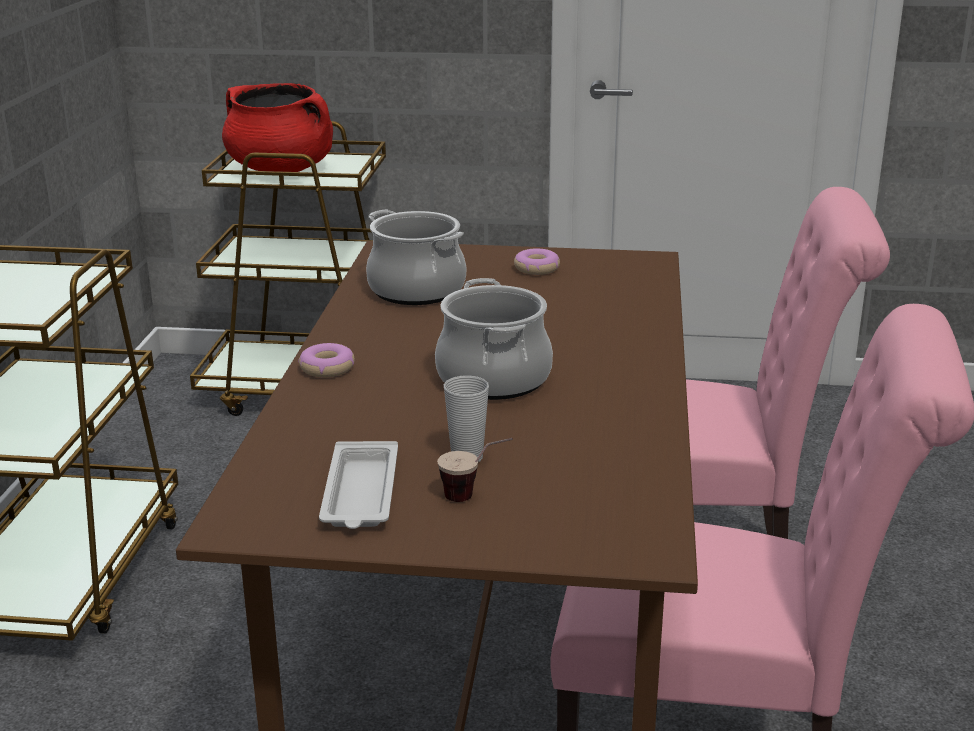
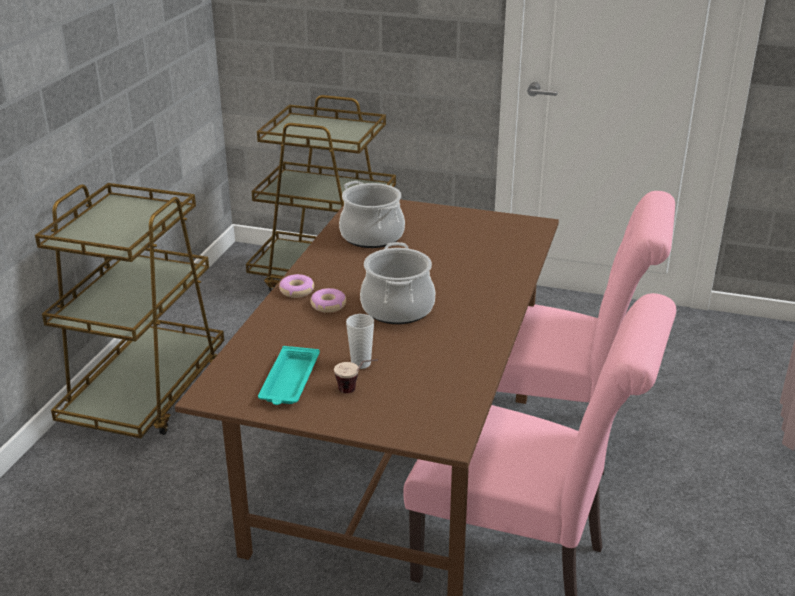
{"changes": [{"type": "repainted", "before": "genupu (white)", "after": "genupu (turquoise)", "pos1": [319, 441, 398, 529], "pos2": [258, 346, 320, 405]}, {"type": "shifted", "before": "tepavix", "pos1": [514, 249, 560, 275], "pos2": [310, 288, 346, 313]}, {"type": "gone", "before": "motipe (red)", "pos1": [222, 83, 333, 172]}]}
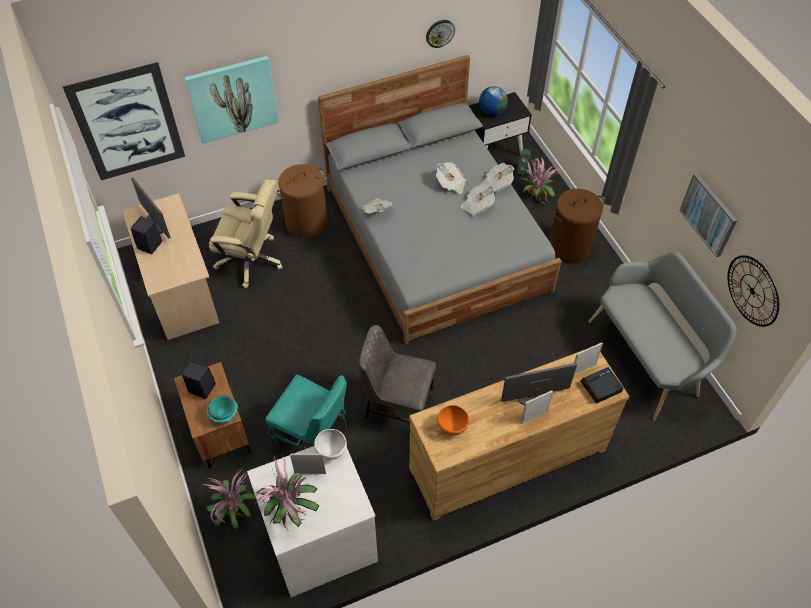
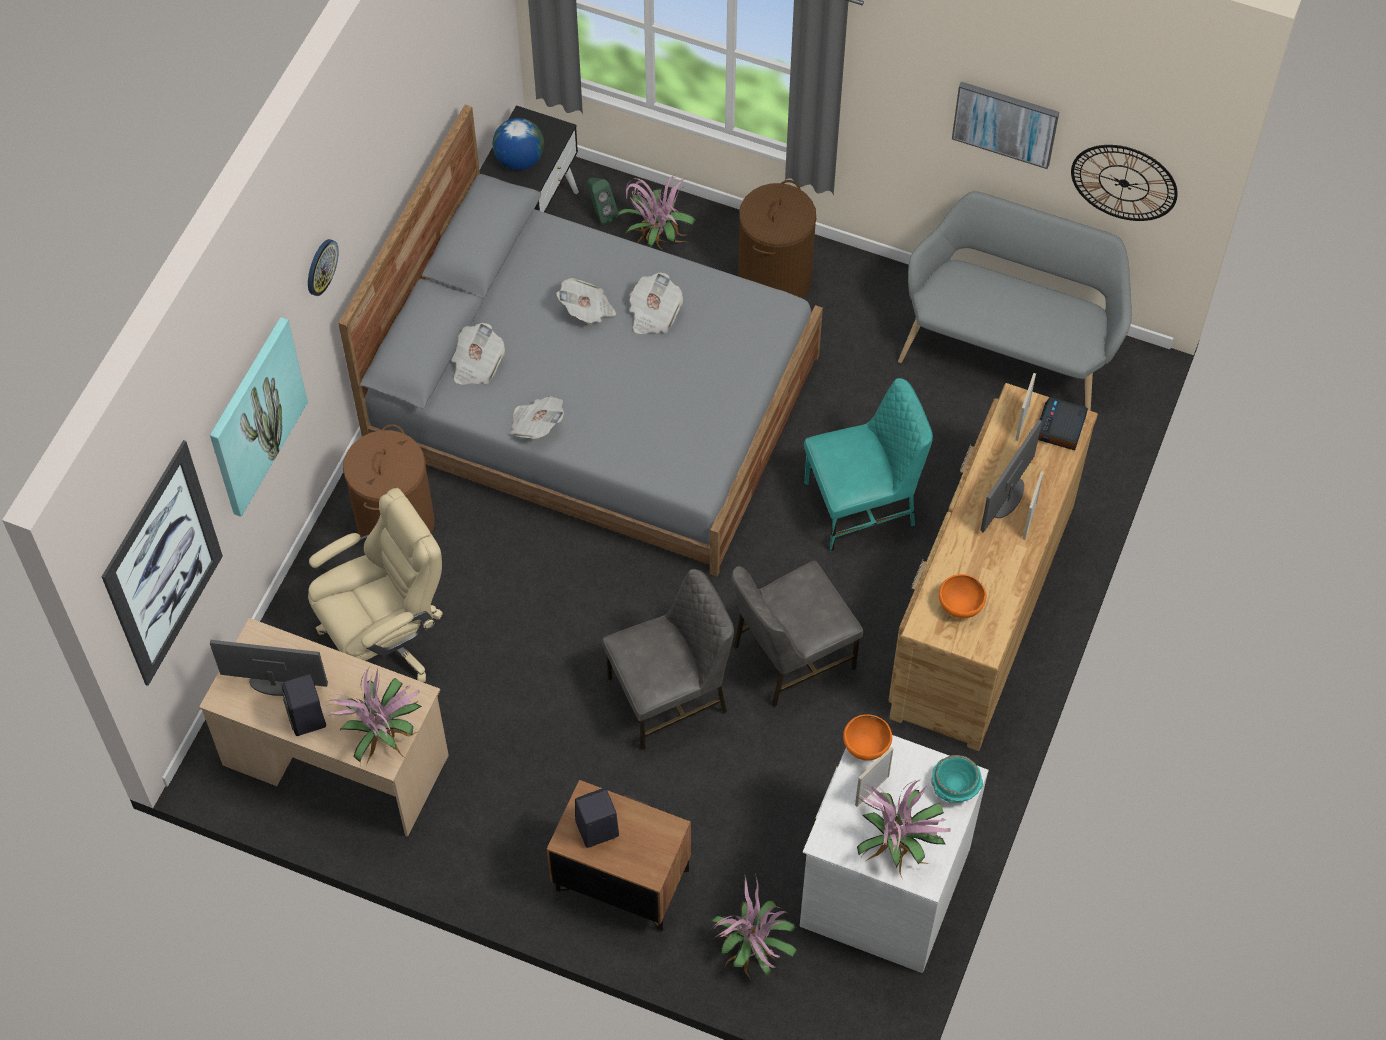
{"changes": [{"type": "shifted", "before": "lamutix", "pos1": [426, 20, 455, 48], "pos2": [308, 239, 339, 296]}, {"type": "new", "after": "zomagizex", "pos2": [326, 668, 422, 766]}, {"type": "shifted", "before": "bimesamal", "pos1": [480, 163, 514, 193], "pos2": [451, 323, 505, 384]}, {"type": "new", "after": "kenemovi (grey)", "pos2": [602, 569, 734, 750]}, {"type": "shifted", "before": "kenemovi (turquoise)", "pos1": [265, 375, 349, 450], "pos2": [804, 378, 933, 552]}, {"type": "repainted", "before": "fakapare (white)", "after": "fakapare (orange)", "pos1": [314, 429, 347, 460], "pos2": [843, 714, 892, 761]}, {"type": "shifted", "before": "fakapare (turquoise)", "pos1": [206, 395, 238, 423], "pos2": [931, 755, 983, 803]}]}
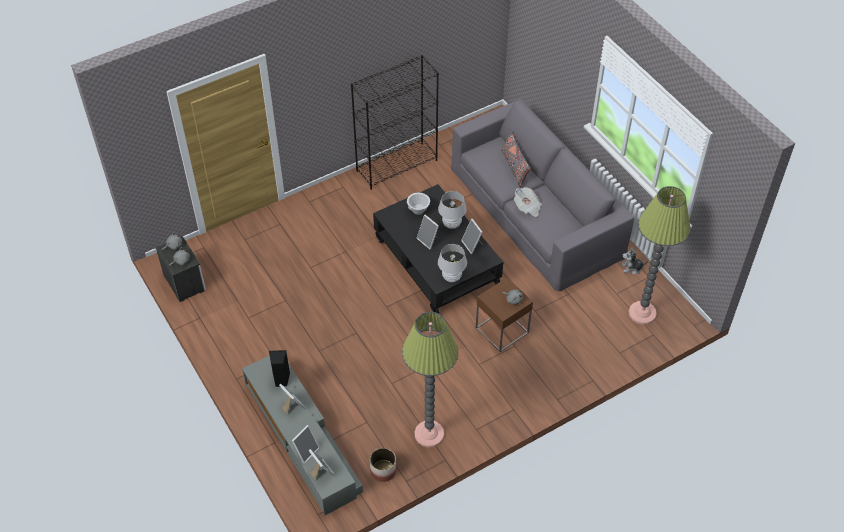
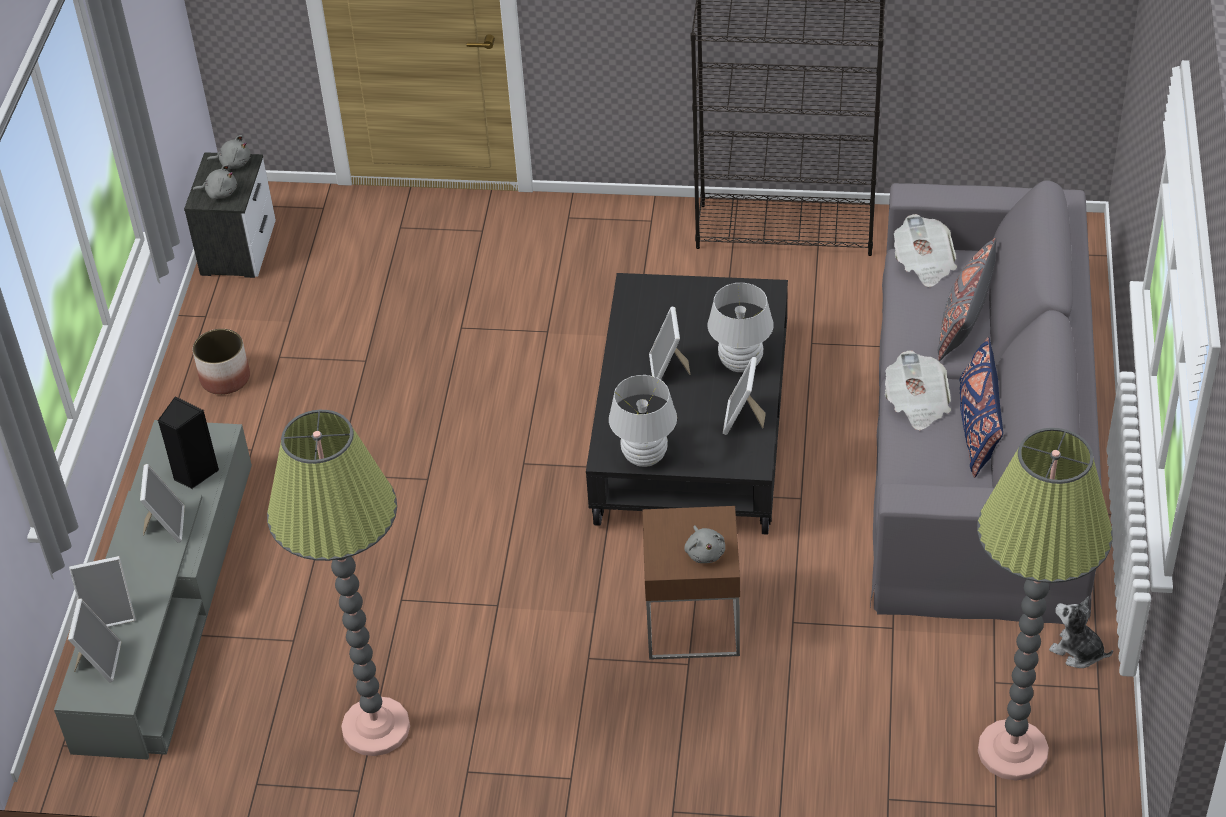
{"changes": [{"type": "shifted", "before": "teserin", "pos1": [370, 448, 397, 482], "pos2": [193, 329, 250, 395]}, {"type": "new", "after": "bimesamal", "pos2": [894, 214, 957, 287]}, {"type": "new", "after": "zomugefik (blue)", "pos2": [959, 337, 1003, 478]}, {"type": "gone", "before": "fakapare (white)", "pos1": [407, 192, 430, 215]}]}
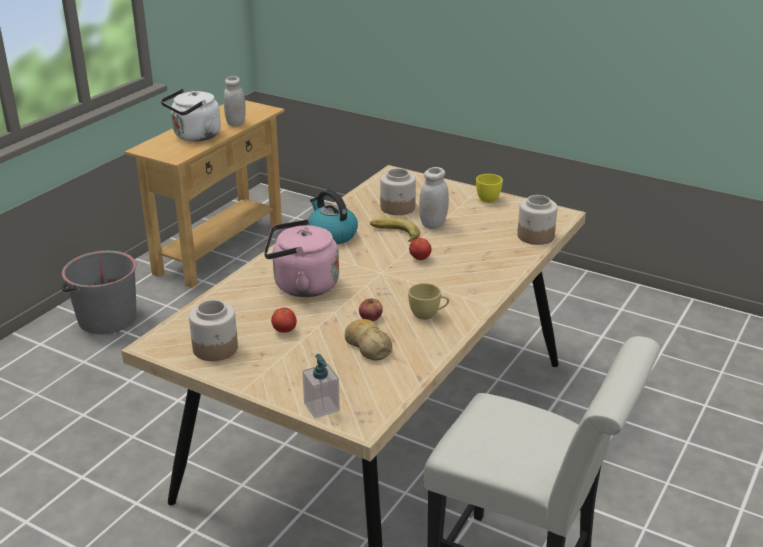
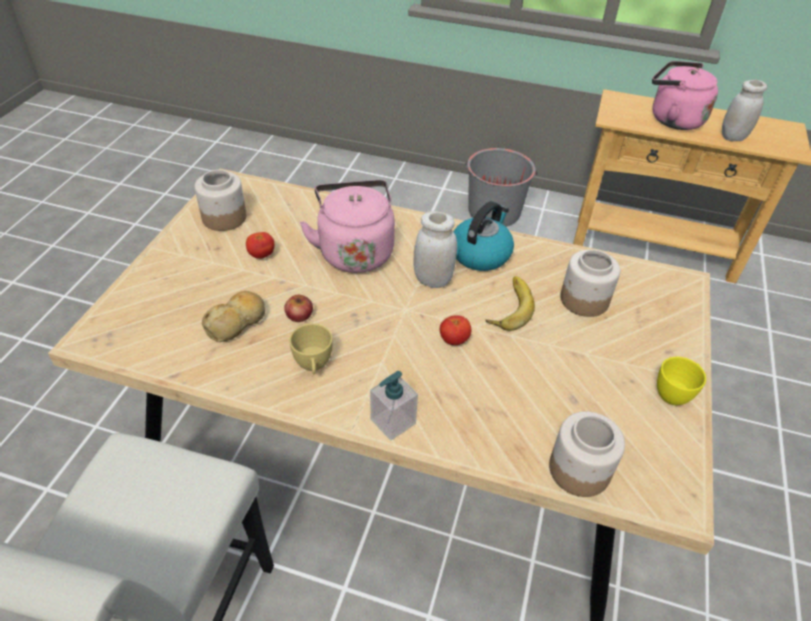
{"changes": [{"type": "shifted", "before": "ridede", "pos1": [302, 354, 340, 418], "pos2": [370, 371, 418, 441]}, {"type": "shifted", "before": "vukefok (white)", "pos1": [419, 167, 449, 229], "pos2": [414, 211, 457, 288]}, {"type": "repainted", "before": "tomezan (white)", "after": "tomezan (pink)", "pos1": [161, 89, 221, 141], "pos2": [652, 61, 718, 130]}]}
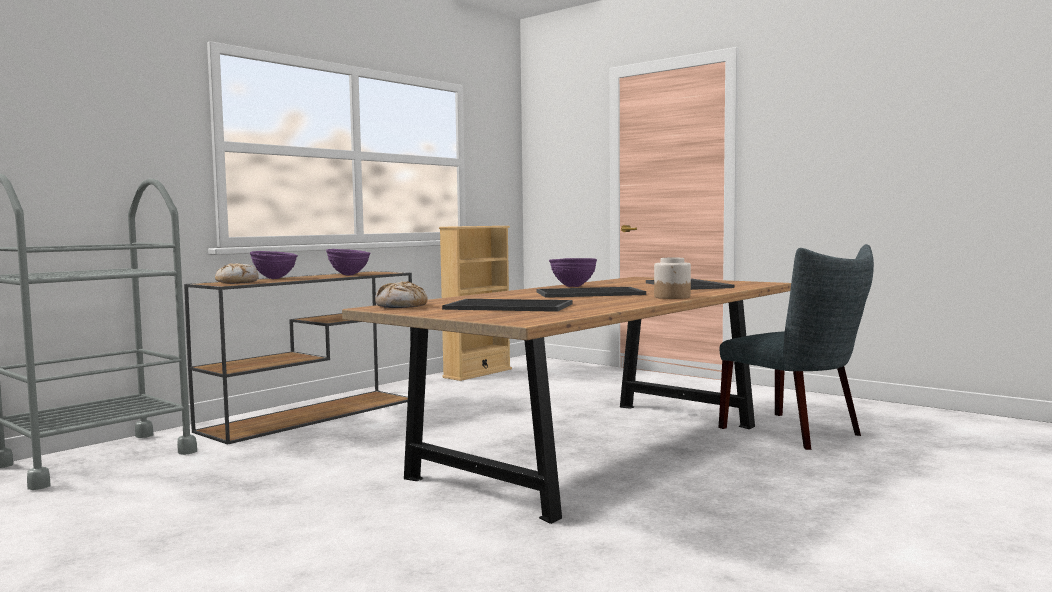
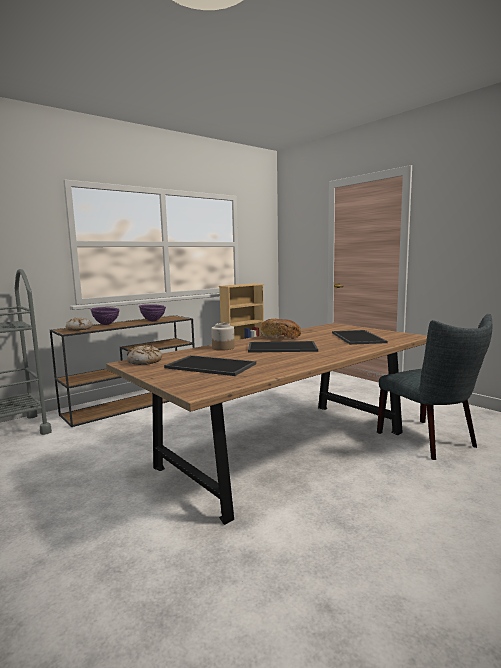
{"changes": [{"type": "shifted", "before": "vukefok", "pos1": [654, 258, 691, 299], "pos2": [211, 323, 235, 351]}, {"type": "swapped", "before": "fakapare (purple)", "after": "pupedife", "pos1": [549, 258, 597, 287], "pos2": [260, 319, 301, 339]}]}
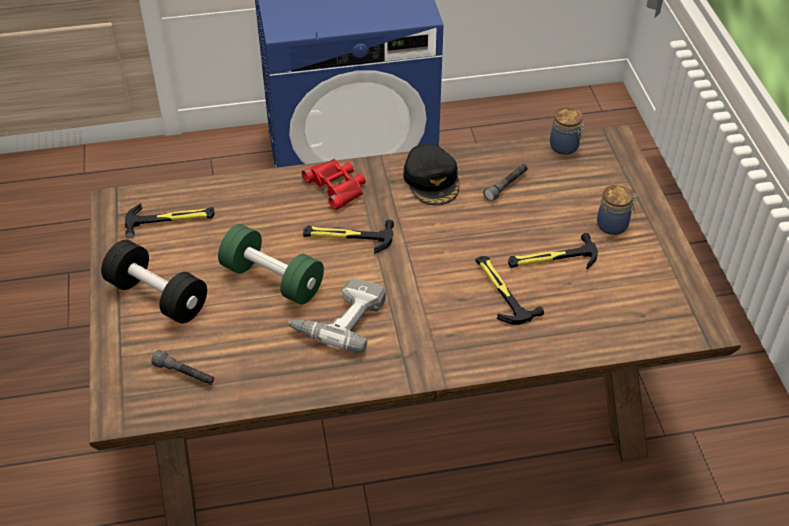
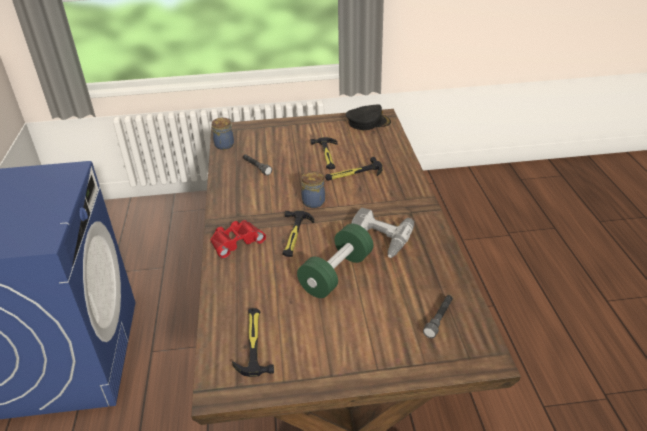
{"changes": [{"type": "shifted", "before": "vukefok", "pos1": [597, 184, 637, 235], "pos2": [301, 171, 325, 208]}, {"type": "shifted", "before": "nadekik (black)", "pos1": [404, 144, 459, 205], "pos2": [346, 104, 391, 130]}, {"type": "gone", "before": "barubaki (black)", "pos1": [101, 240, 207, 324]}]}
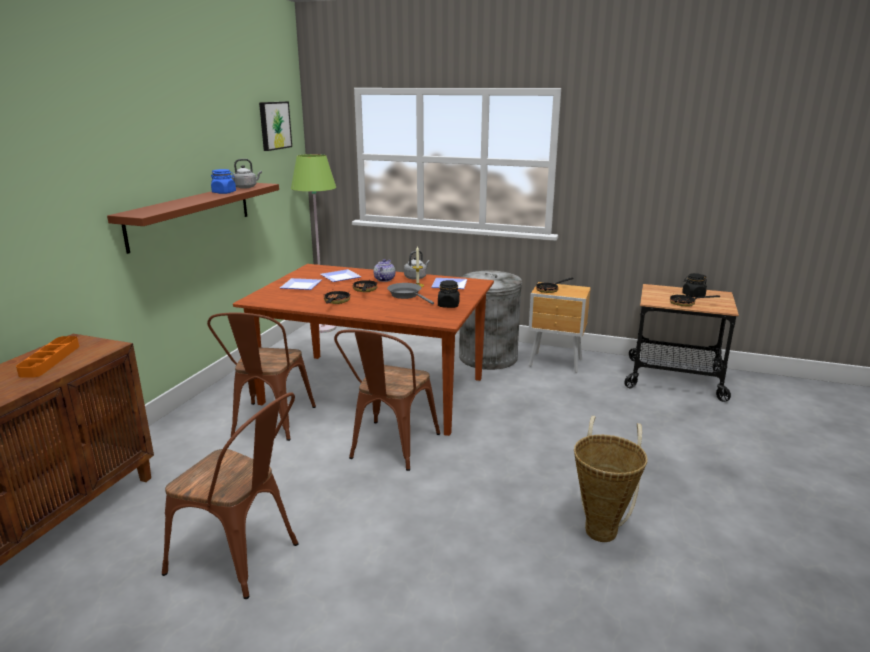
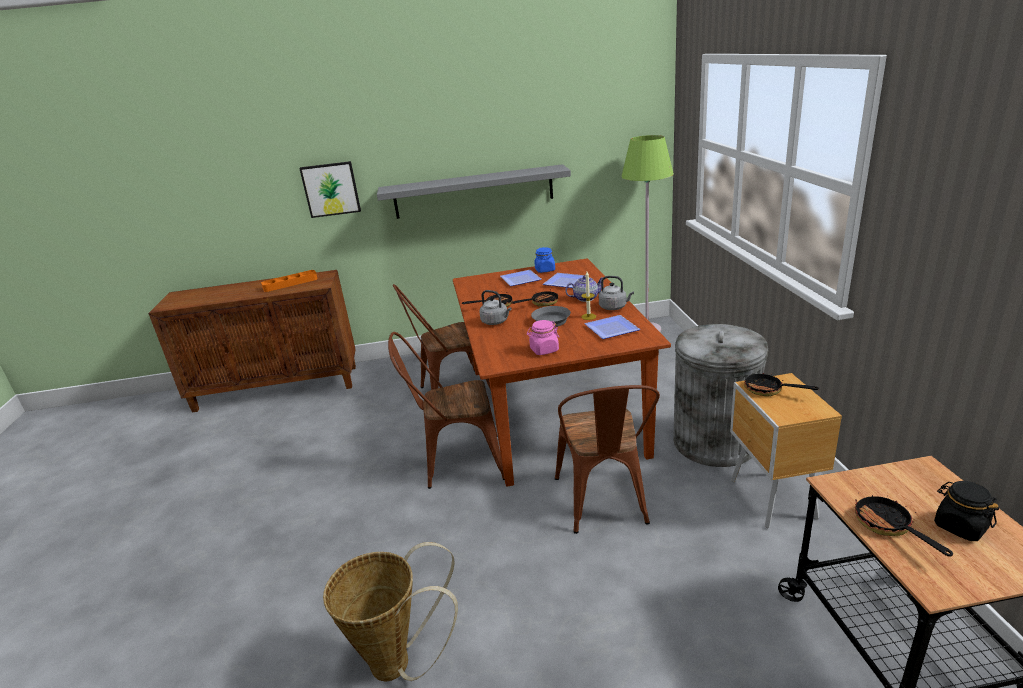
{"changes": [{"type": "shifted", "before": "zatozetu", "pos1": [259, 101, 292, 151], "pos2": [299, 161, 361, 218]}, {"type": "repainted", "before": "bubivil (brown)", "after": "bubivil (grey)", "pos1": [107, 183, 279, 254], "pos2": [377, 164, 571, 219]}, {"type": "shifted", "before": "tomezan (grey)", "pos1": [232, 159, 262, 189], "pos2": [479, 290, 511, 325]}, {"type": "repainted", "before": "vukefok (black)", "after": "vukefok (pink)", "pos1": [438, 280, 460, 308], "pos2": [527, 320, 559, 355]}, {"type": "shifted", "before": "vukefok (blue)", "pos1": [211, 169, 236, 194], "pos2": [534, 247, 555, 273]}, {"type": "shifted", "before": "kenemovi (brown)", "pos1": [162, 392, 299, 599], "pos2": [555, 385, 660, 534]}]}
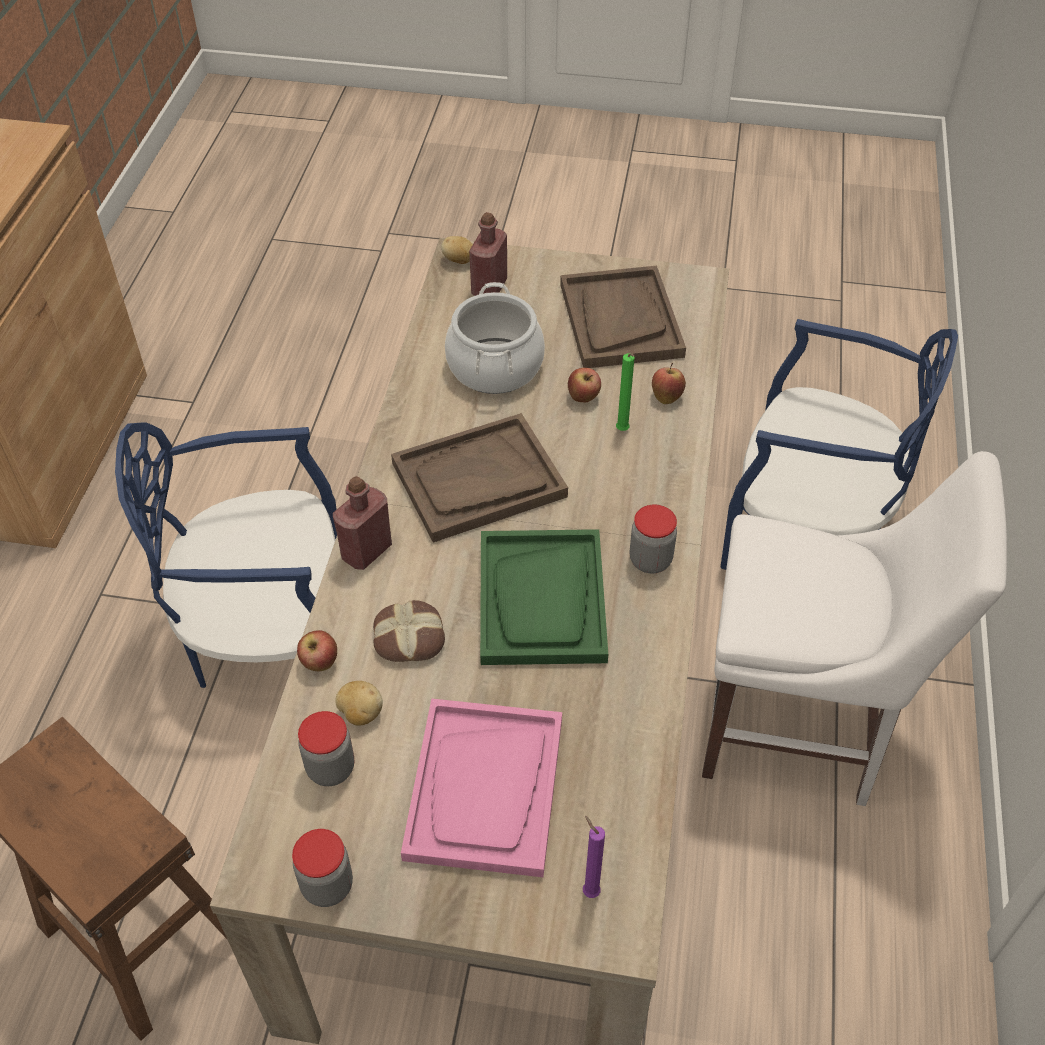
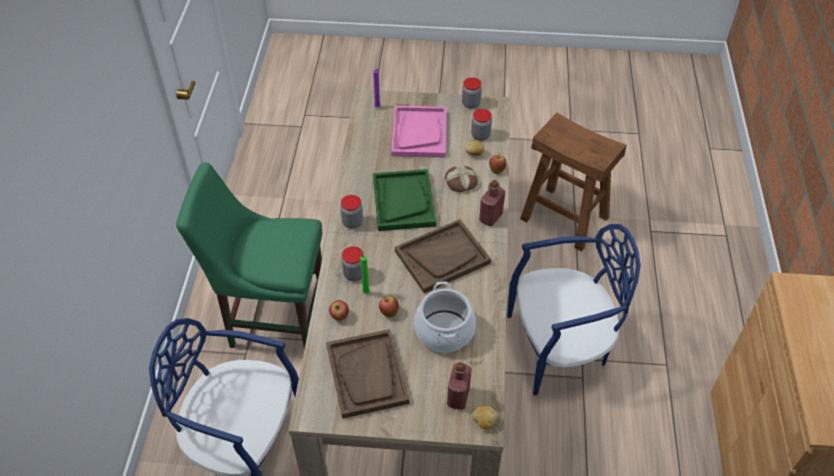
{"changes": [{"type": "repainted", "before": "kenemovi (white)", "after": "kenemovi (green)", "pos1": [702, 451, 1007, 806], "pos2": [176, 163, 322, 350]}, {"type": "new", "after": "vukefok", "pos2": [342, 246, 364, 281]}]}
